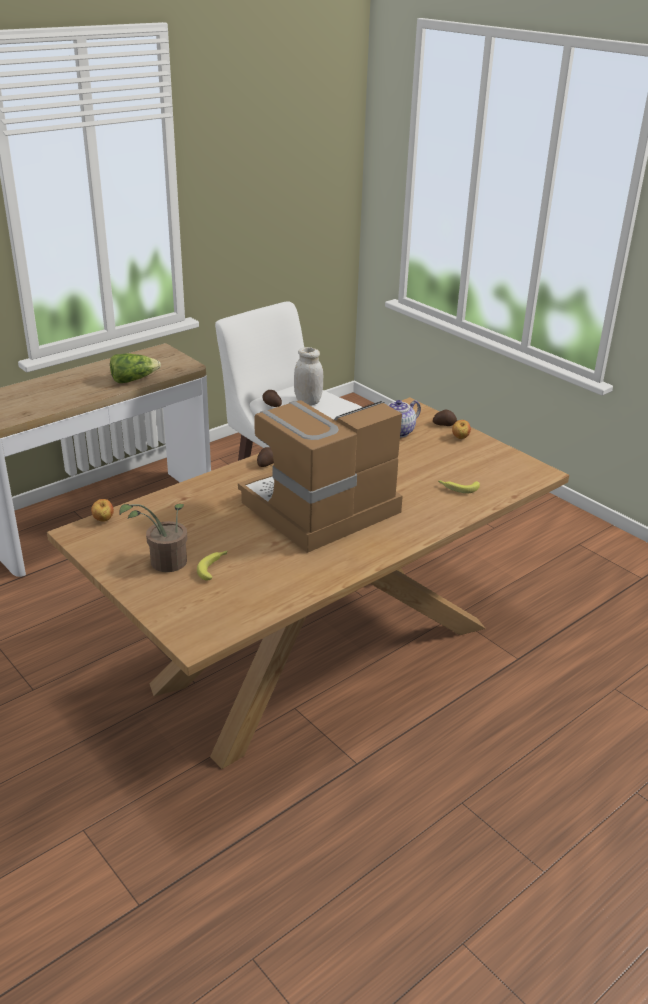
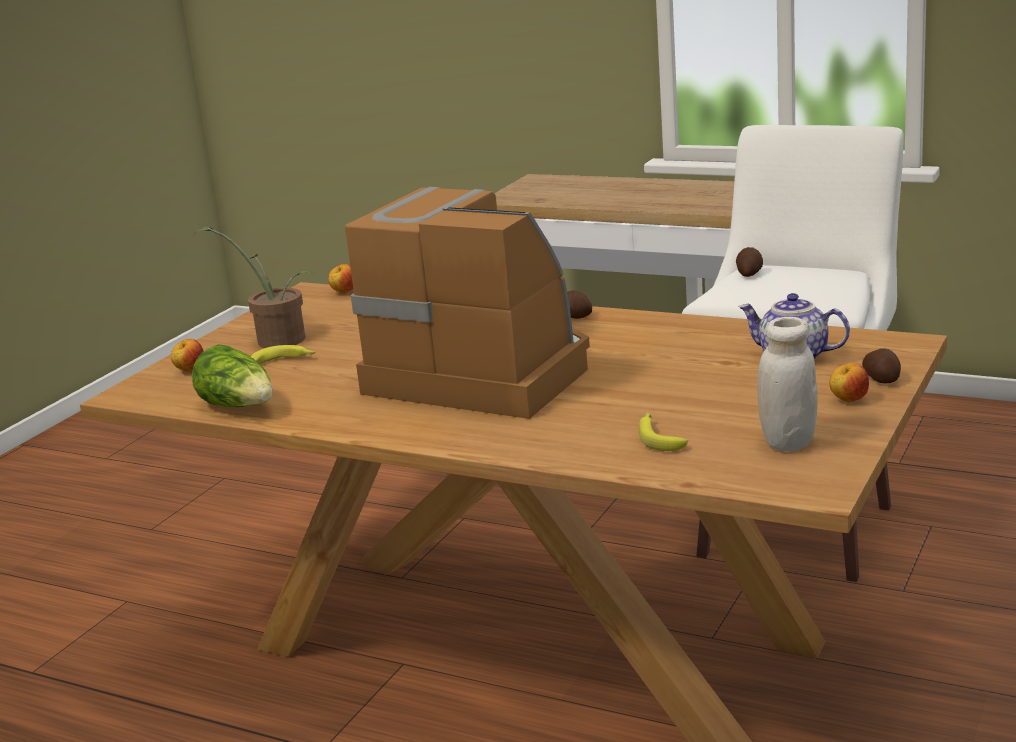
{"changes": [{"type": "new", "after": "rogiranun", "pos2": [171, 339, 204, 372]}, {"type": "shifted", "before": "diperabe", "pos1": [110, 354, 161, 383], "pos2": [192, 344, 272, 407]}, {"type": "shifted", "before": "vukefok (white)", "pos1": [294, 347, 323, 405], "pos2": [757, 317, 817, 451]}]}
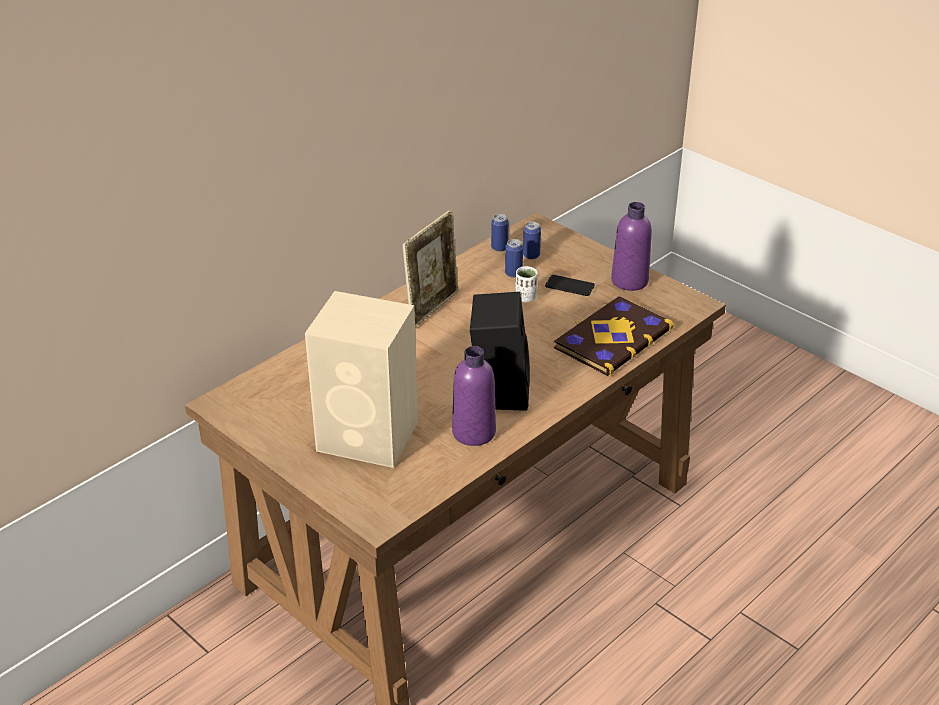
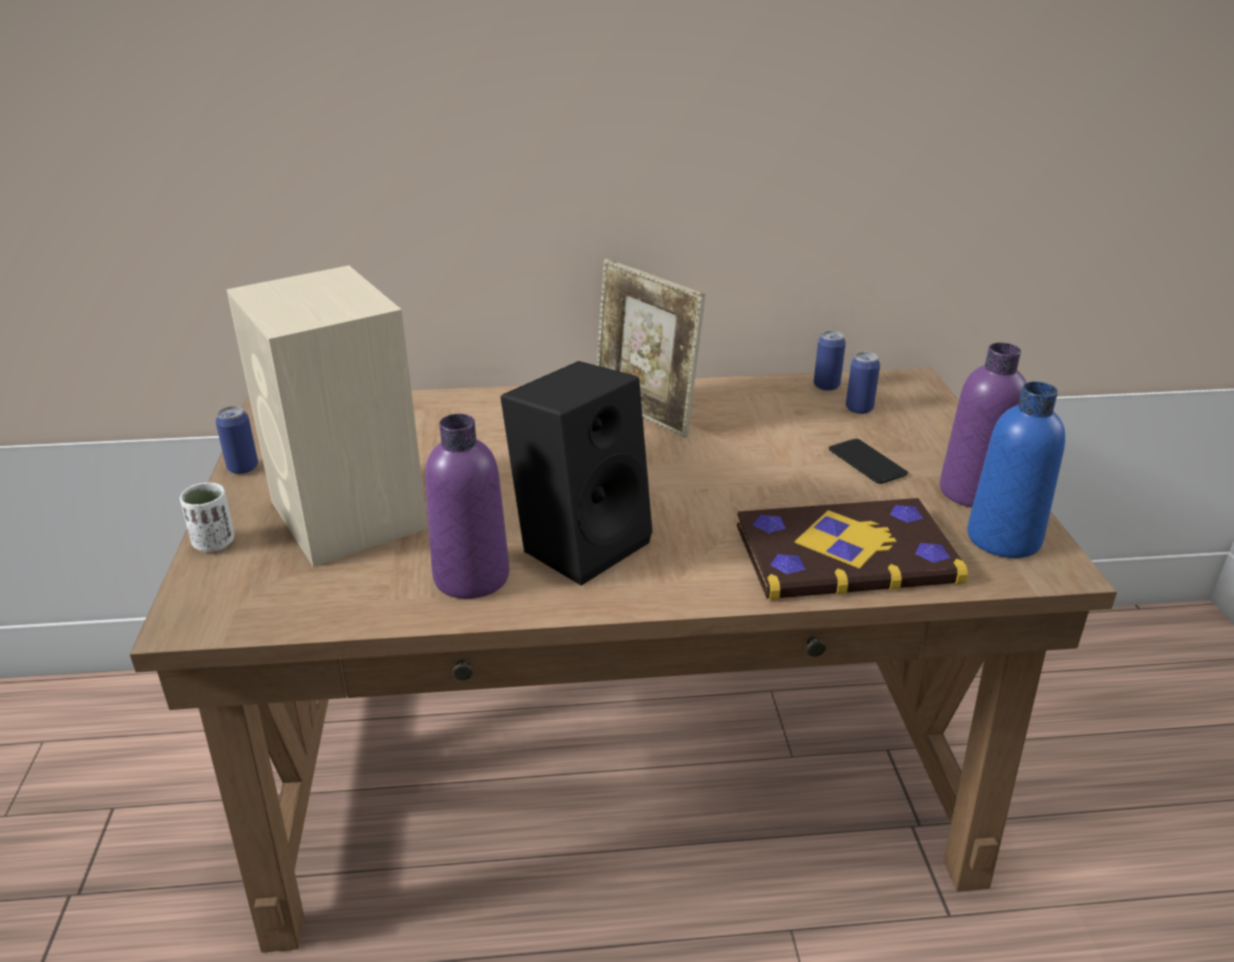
{"changes": [{"type": "shifted", "before": "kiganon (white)", "pos1": [515, 266, 538, 303], "pos2": [180, 483, 235, 552]}, {"type": "shifted", "before": "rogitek", "pos1": [505, 239, 523, 278], "pos2": [216, 406, 258, 474]}, {"type": "rotated", "before": "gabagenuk", "pos1": [402, 209, 459, 327], "pos2": [597, 259, 705, 438], "turn": 60}, {"type": "new", "after": "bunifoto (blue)", "pos2": [967, 382, 1065, 558]}]}
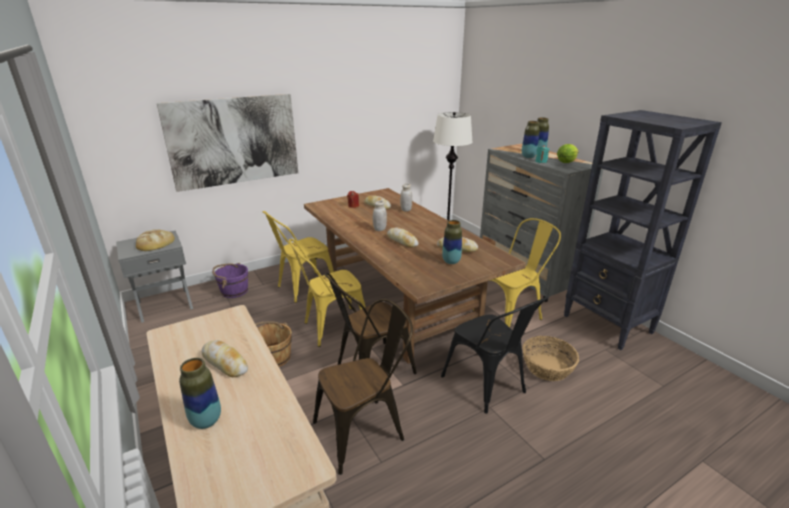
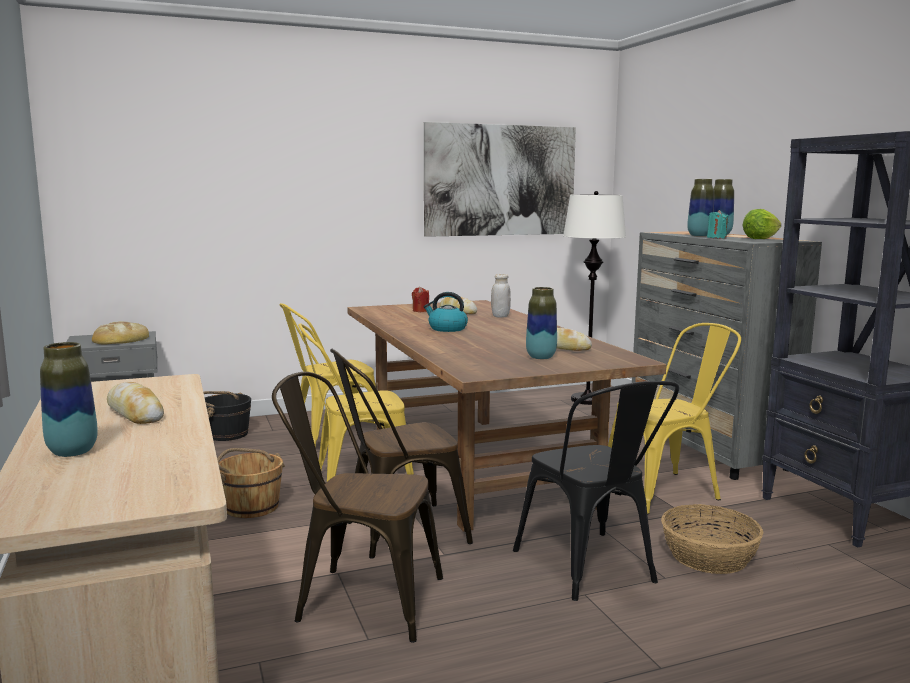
{"changes": [{"type": "repainted", "before": "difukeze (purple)", "after": "difukeze (black)", "pos1": [212, 263, 248, 298], "pos2": [203, 391, 251, 441]}, {"type": "rotated", "before": "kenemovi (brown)", "pos1": [313, 299, 413, 475], "pos2": [272, 372, 443, 643], "turn": -150}, {"type": "swapped", "before": "vukefok (white)", "after": "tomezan", "pos1": [373, 200, 387, 231], "pos2": [423, 292, 468, 332]}, {"type": "shifted", "before": "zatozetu", "pos1": [157, 94, 298, 192], "pos2": [424, 122, 576, 237]}, {"type": "gone", "before": "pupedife", "pos1": [387, 227, 419, 248]}]}
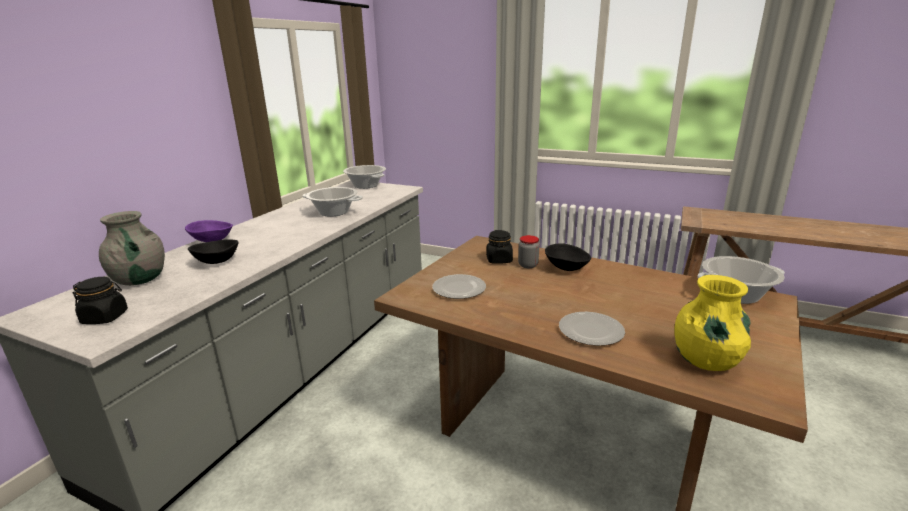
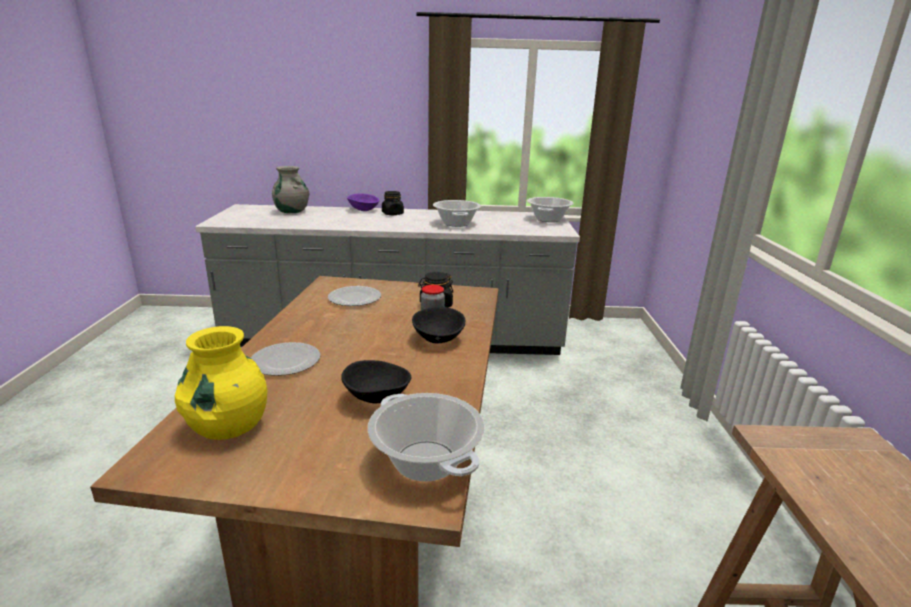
{"changes": [{"type": "shifted", "before": "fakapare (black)", "pos1": [188, 239, 239, 264], "pos2": [341, 360, 412, 404]}, {"type": "shifted", "before": "vukefok (black)", "pos1": [72, 277, 128, 324], "pos2": [382, 191, 404, 215]}]}
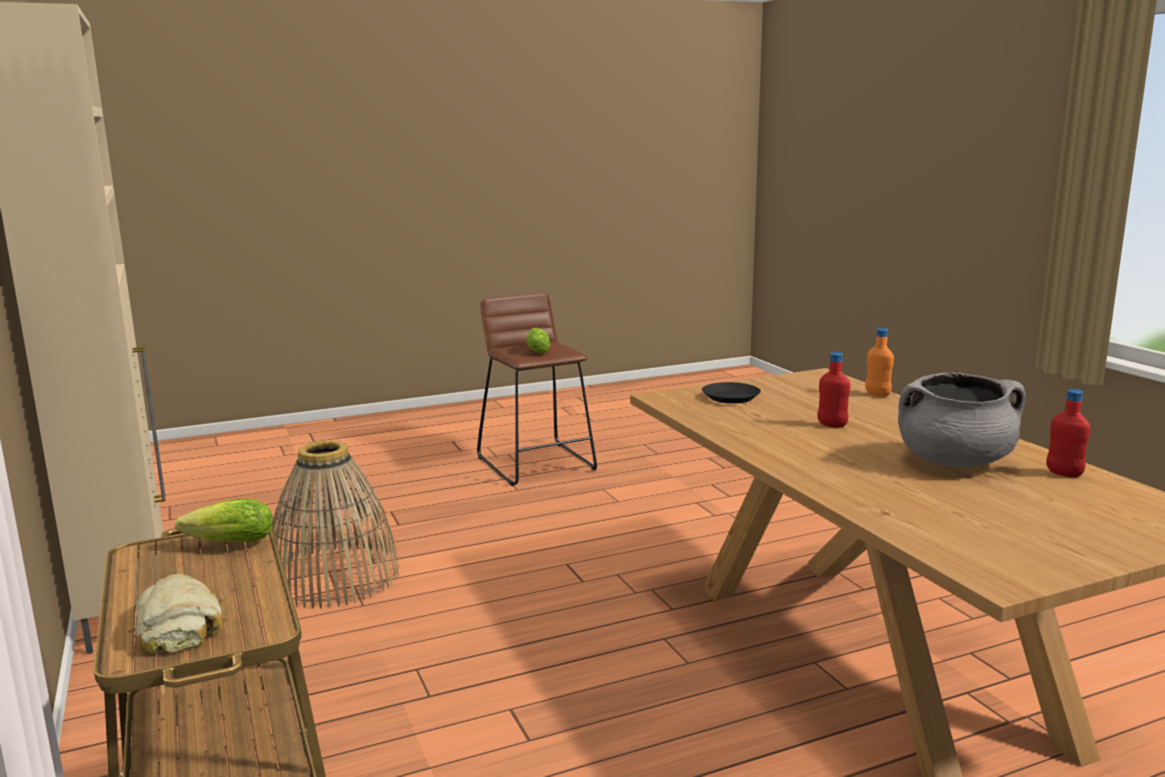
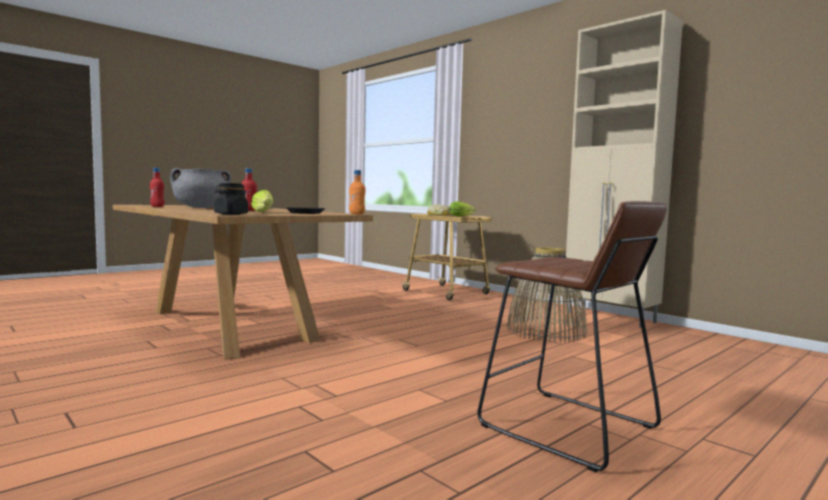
{"changes": [{"type": "new", "after": "vukefok (black)", "pos2": [214, 183, 248, 215]}, {"type": "shifted", "before": "diperabe", "pos1": [526, 328, 550, 354], "pos2": [251, 190, 273, 212]}, {"type": "shifted", "before": "bunifoto (orange)", "pos1": [865, 328, 894, 397], "pos2": [349, 170, 366, 214]}]}
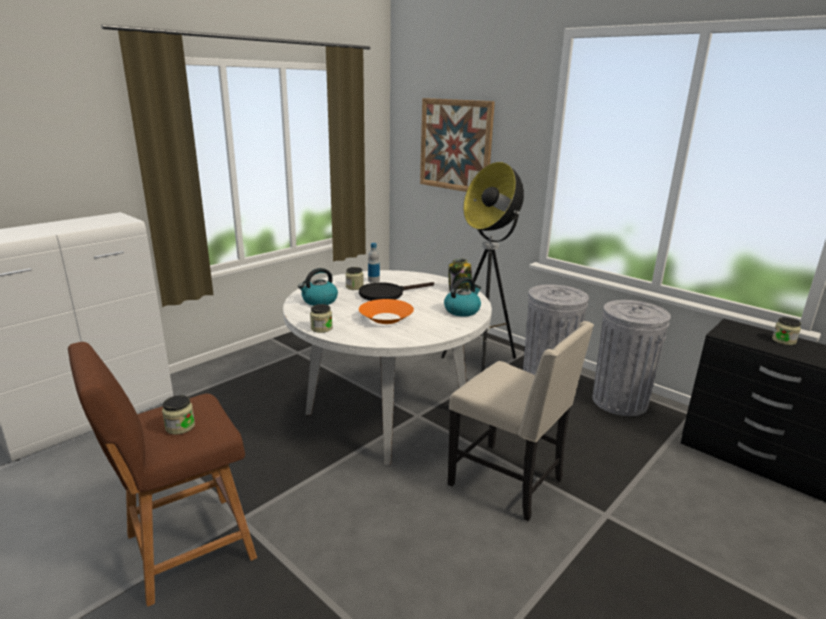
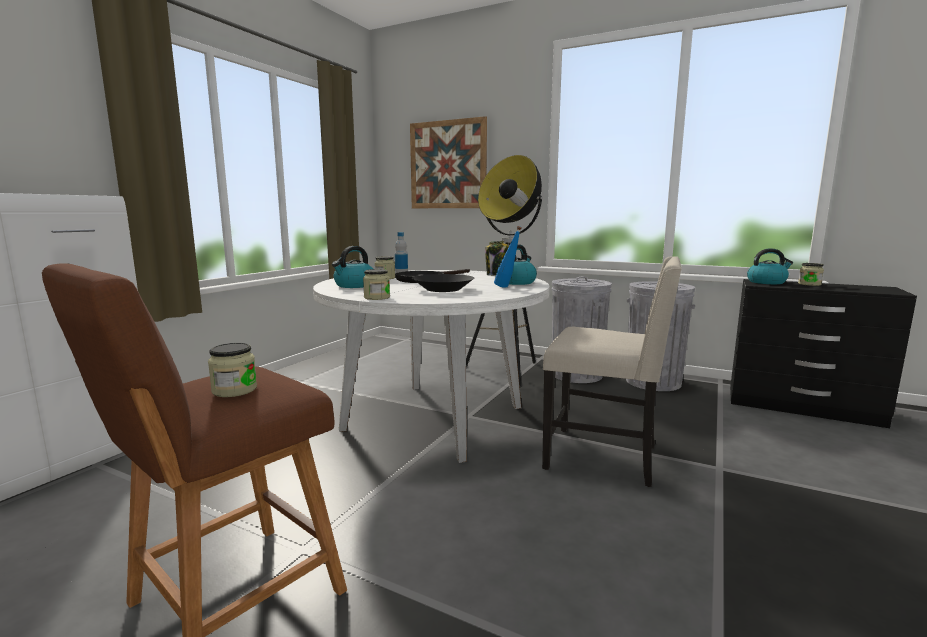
{"changes": [{"type": "repainted", "before": "fakapare (orange)", "after": "fakapare (black)", "pos1": [359, 299, 414, 324], "pos2": [412, 274, 474, 292]}, {"type": "new", "after": "bunifoto (blue)", "pos2": [494, 226, 522, 288]}, {"type": "new", "after": "tomezan", "pos2": [747, 248, 793, 284]}]}
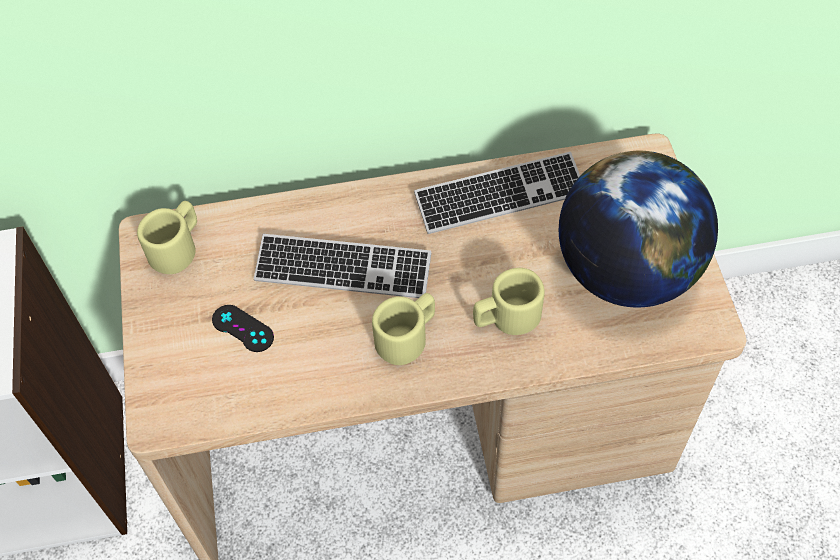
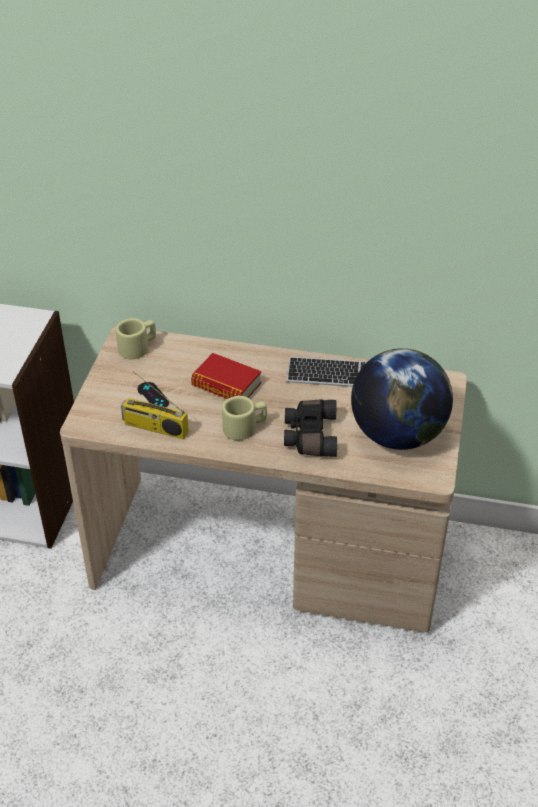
{"changes": [{"type": "new", "after": "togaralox", "pos2": [121, 371, 189, 440]}, {"type": "swapped", "before": "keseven", "after": "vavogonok", "pos1": [254, 234, 431, 298], "pos2": [191, 353, 261, 399]}, {"type": "swapped", "before": "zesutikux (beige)", "after": "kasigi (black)", "pos1": [473, 268, 545, 335], "pos2": [284, 399, 337, 457]}]}
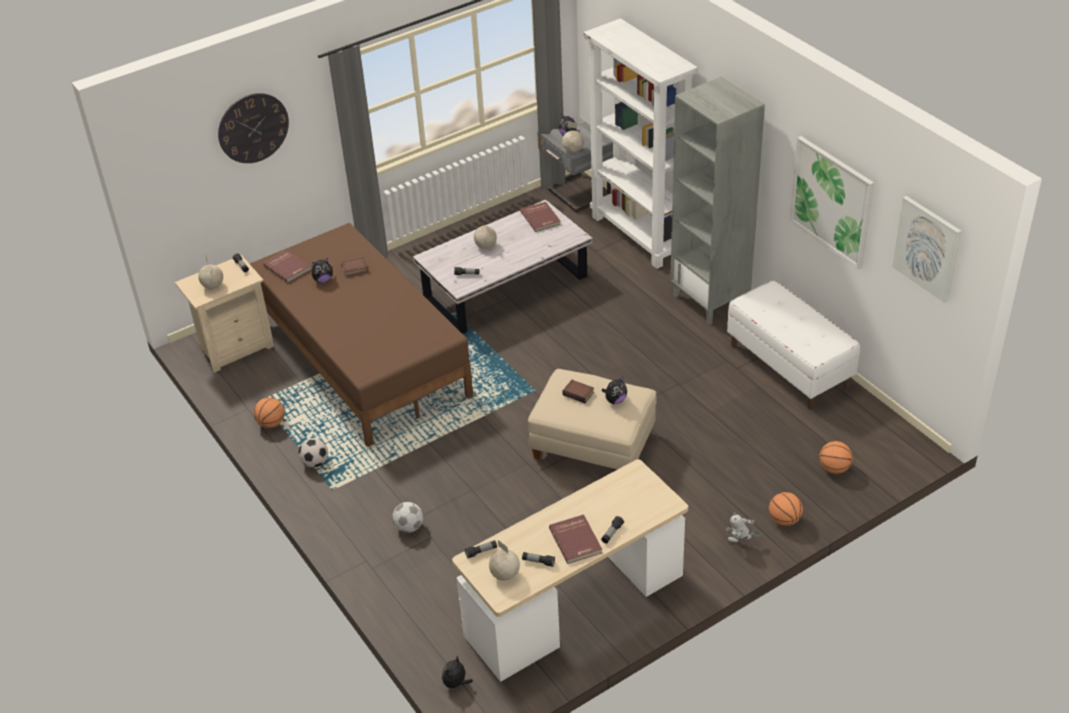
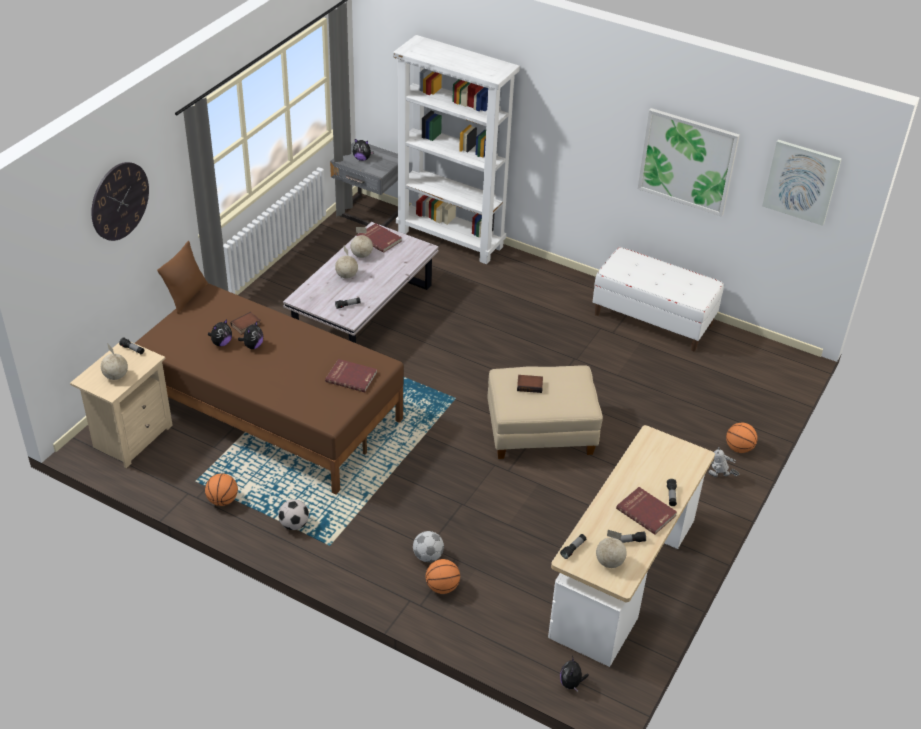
{"changes": [{"type": "new", "after": "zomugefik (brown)", "pos2": [157, 241, 208, 314]}, {"type": "shifted", "before": "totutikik", "pos1": [602, 377, 627, 404], "pos2": [238, 321, 263, 349]}, {"type": "shifted", "before": "vavogonok (red)", "pos1": [263, 250, 311, 283], "pos2": [325, 359, 377, 392]}, {"type": "shifted", "before": "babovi", "pos1": [562, 121, 584, 153], "pos2": [351, 227, 373, 258]}, {"type": "shifted", "before": "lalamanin", "pos1": [819, 441, 853, 474], "pos2": [425, 559, 460, 594]}, {"type": "rotated", "before": "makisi", "pos1": [726, 512, 761, 543], "pos2": [708, 447, 739, 477], "turn": 45}, {"type": "gone", "before": "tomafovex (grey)", "pos1": [670, 77, 765, 325]}]}
